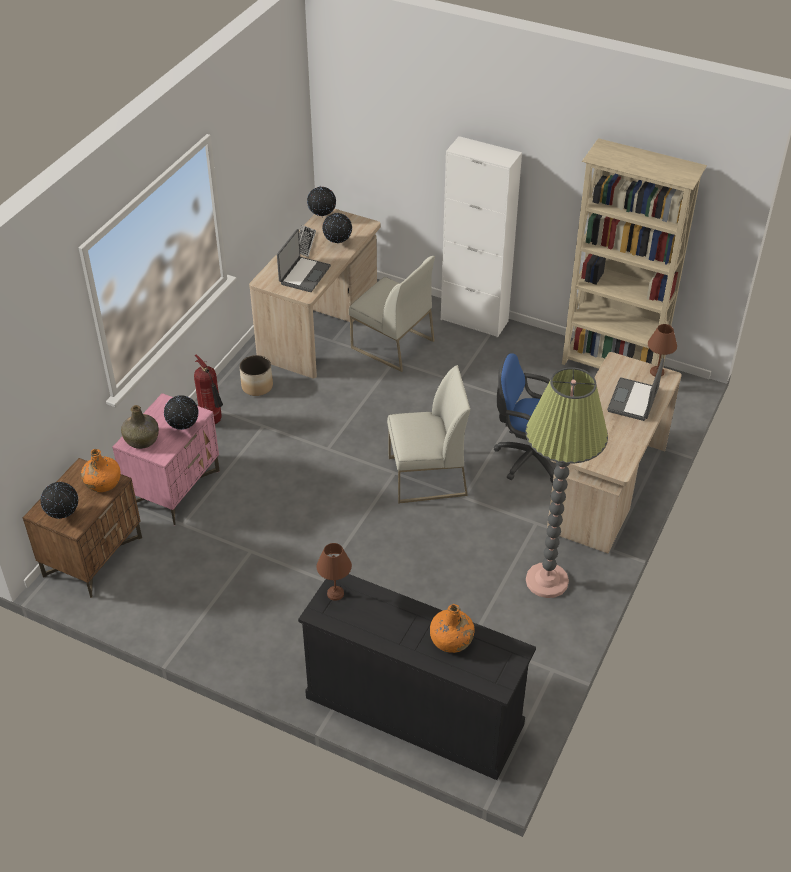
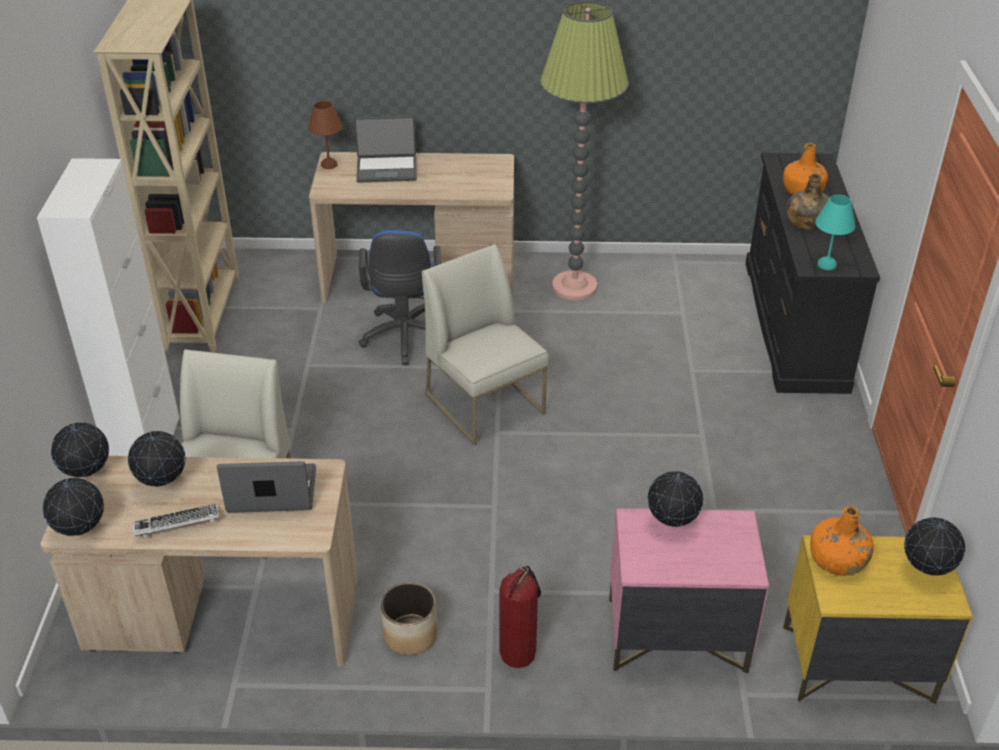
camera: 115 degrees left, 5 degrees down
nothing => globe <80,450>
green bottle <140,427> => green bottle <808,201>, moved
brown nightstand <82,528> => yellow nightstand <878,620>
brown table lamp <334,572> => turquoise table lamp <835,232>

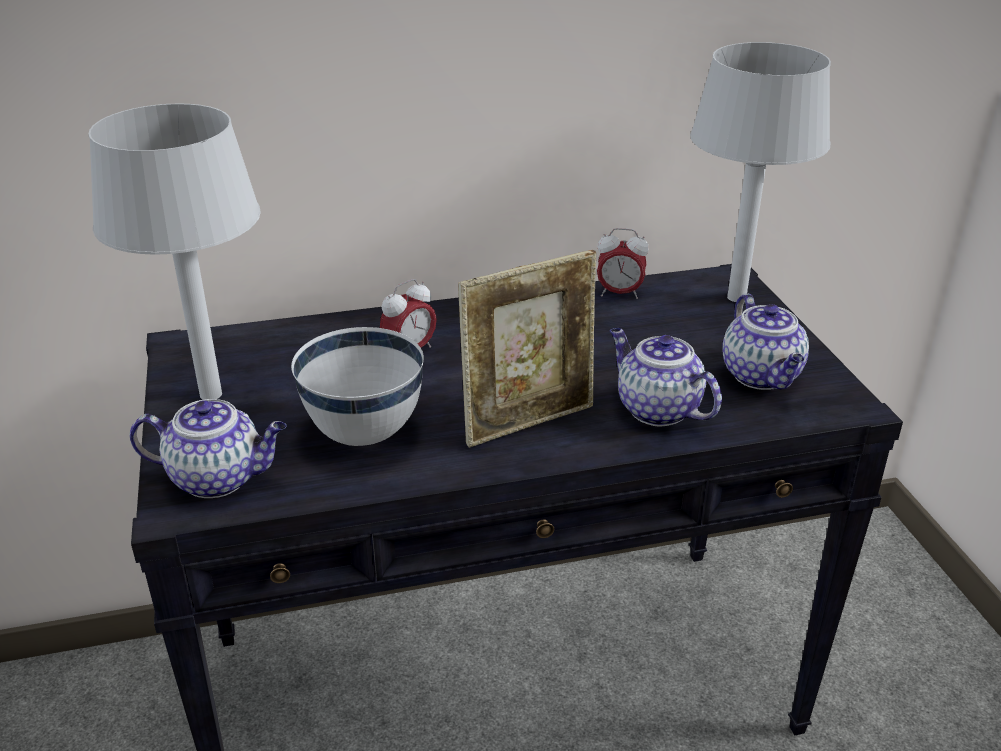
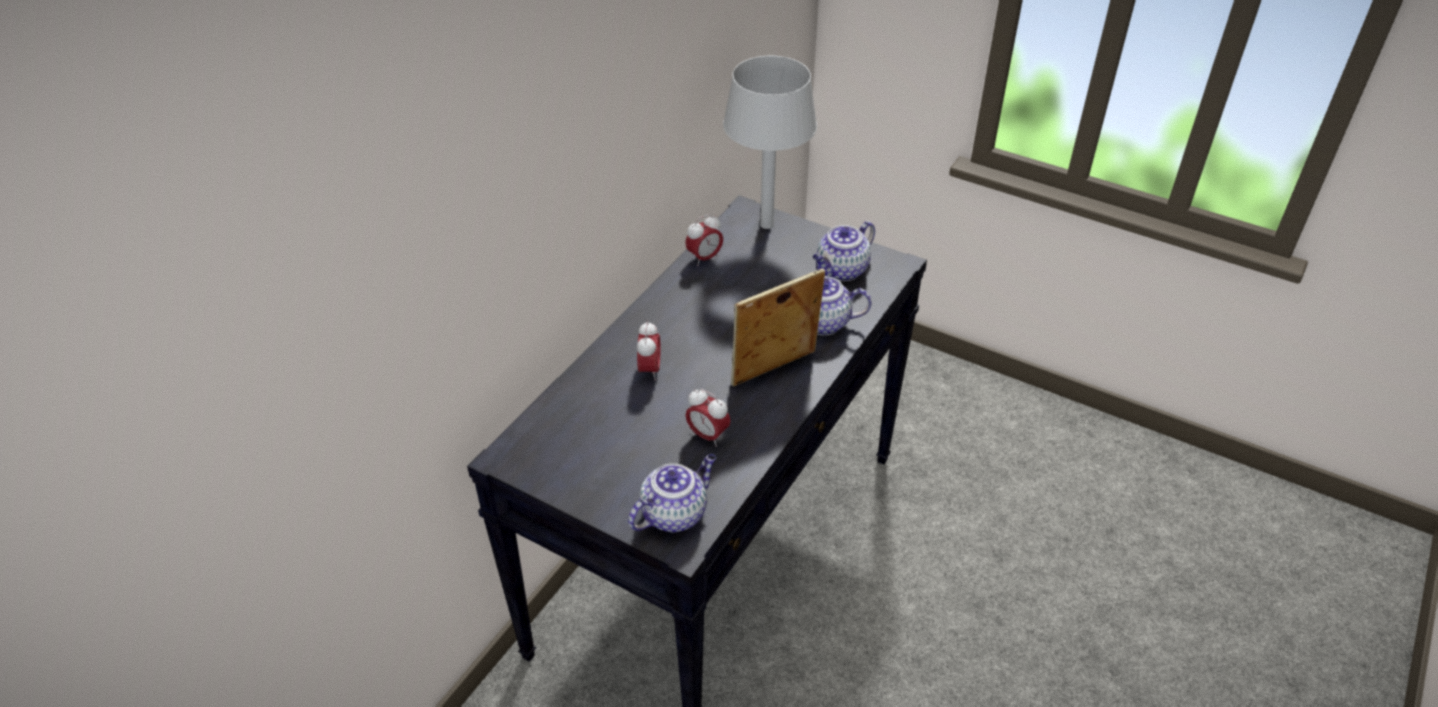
camera: 45 degrees left, 10 degrees up
grey table lamp <175,252> => nothing
white bowl <357,386> => alarm clock <708,418>
picture frame <527,349> => picture frame <778,327>, 135 degrees counterclockwise
teapot <765,342> => teapot <844,251>, 105 degrees clockwise

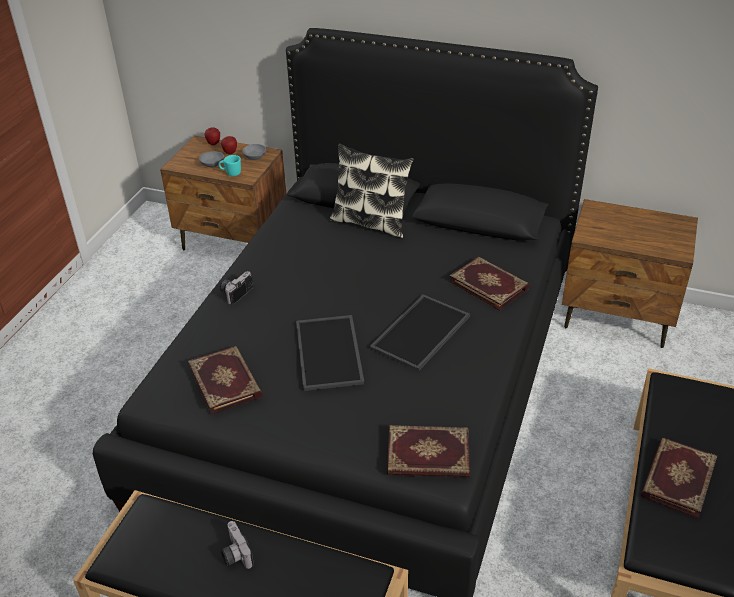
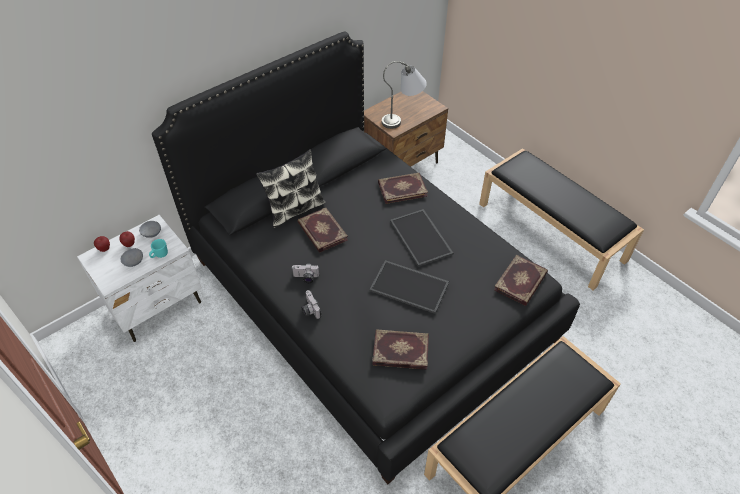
camera: 60 degrees left, 10 degrees up
nothing => grey table lamp <404,95>
photo camera <237,545> => photo camera <305,273>, moved
book <679,477> => book <322,230>, moved
brown nightstand <223,193> => white nightstand <139,278>

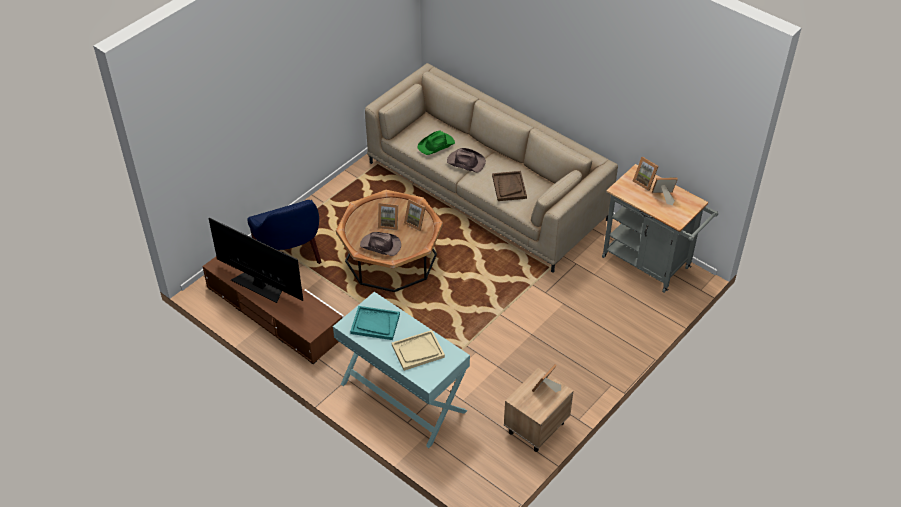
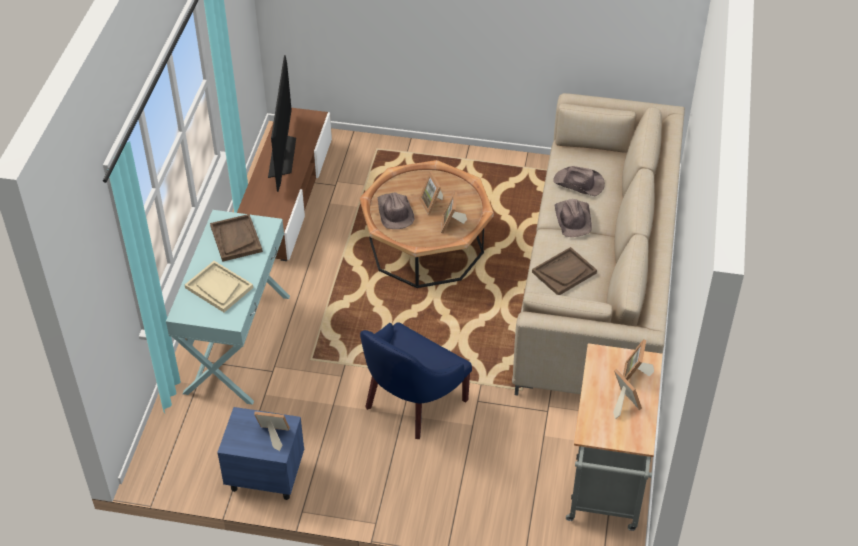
camera: 60 degrees right, 0 degrees up
blue armchair <284,232> => blue armchair <416,380>, moved
turquoise tray <375,323> => brown tray <236,238>
green hat <436,142> => brown hat <579,181>
beige nightstand <538,410> => blue nightstand <260,453>

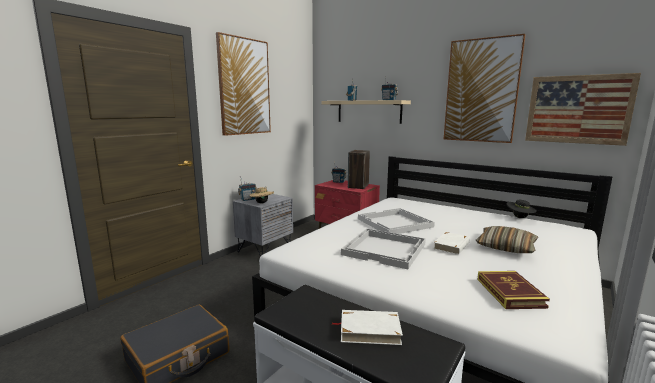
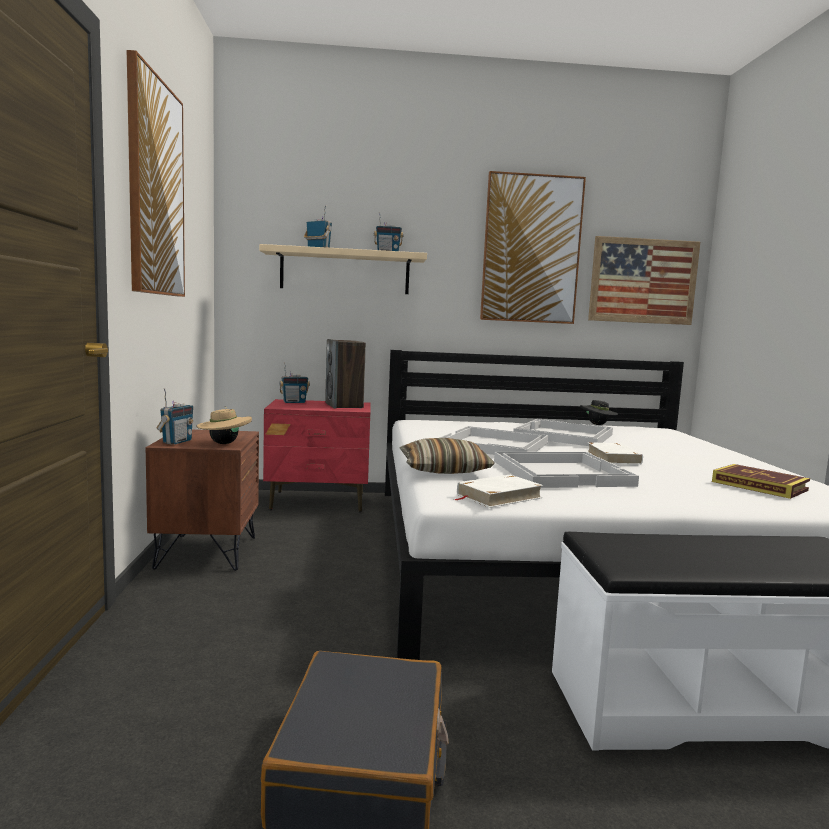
camera: 40 degrees left, 5 degrees down
nothing => white tray <563,432>
white book <367,327> => white book <498,491>, moved
pillow <507,239> => pillow <446,456>, moved
grey nightstand <263,225> => brown nightstand <202,500>

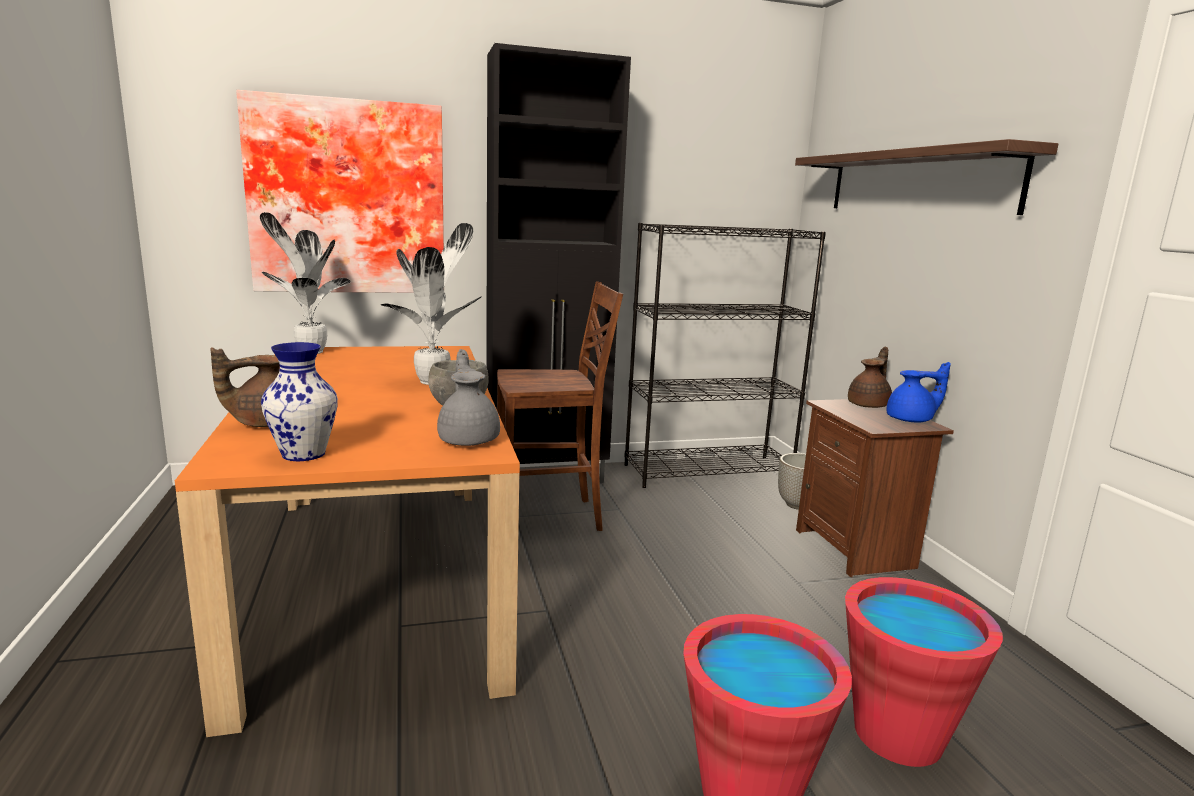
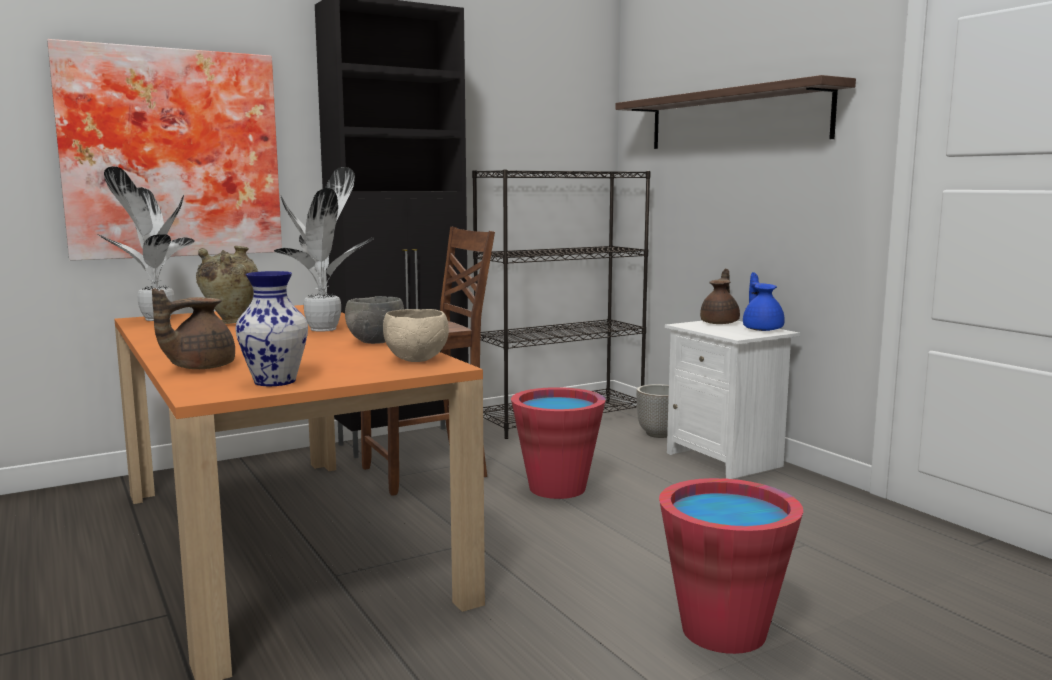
camera: 15 degrees left, 5 degrees down
nothing => beige vase <227,285>
red bucket <924,672> => red bucket <558,443>, moved
grey teapot <468,397> => beige bowl <416,335>
brown nightstand <875,488> => white nightstand <732,400>
blue teapot <919,392> => blue teapot <764,301>, 75 degrees counterclockwise

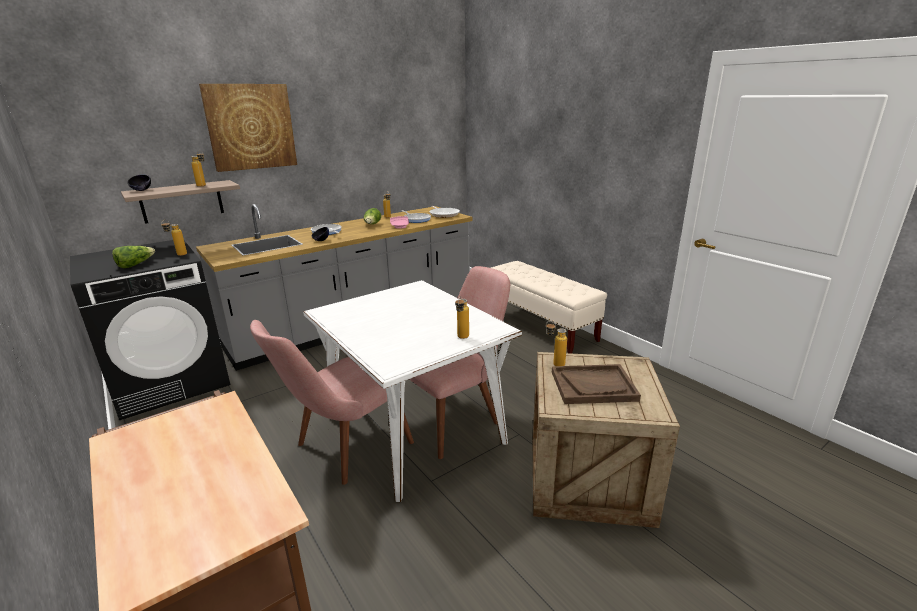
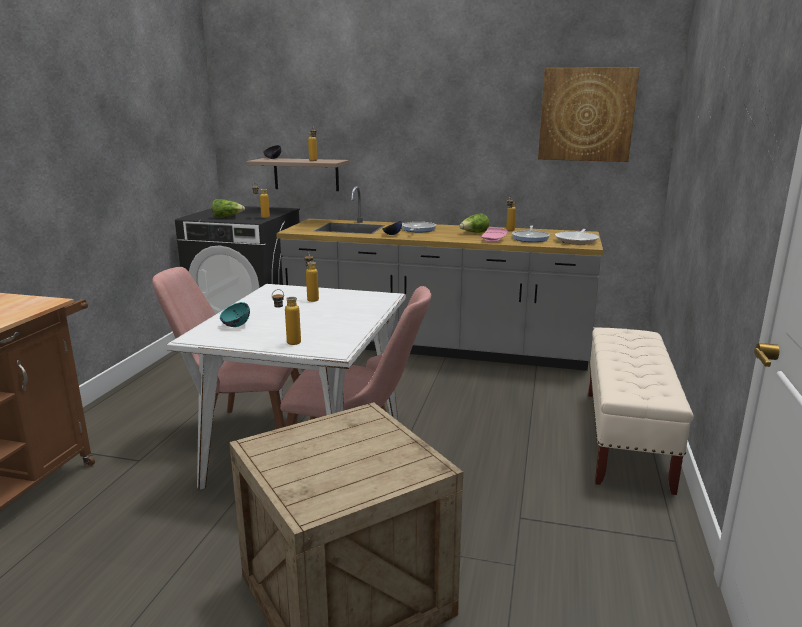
camera: 50 degrees right, 5 degrees down
brown tray <596,384> => nothing
nothing => turquoise bowl <235,314>
picture <248,128> => picture <589,114>, moved
bottle <556,343> => bottle <311,278>, moved

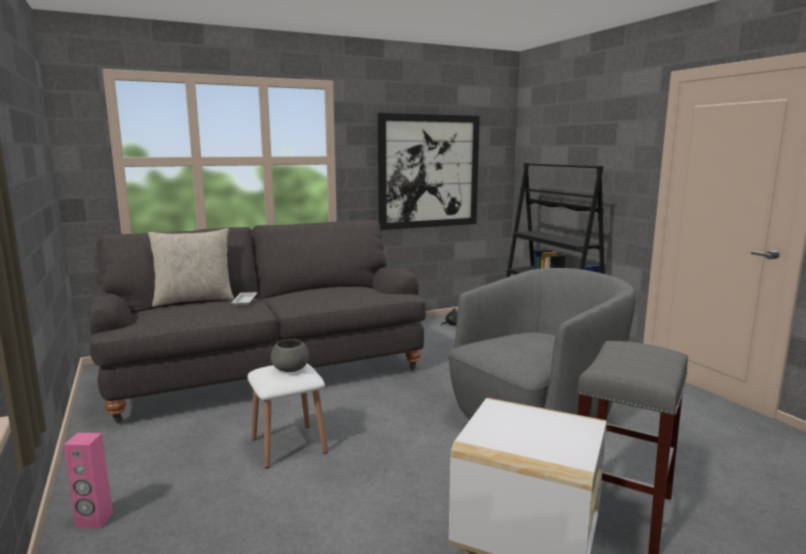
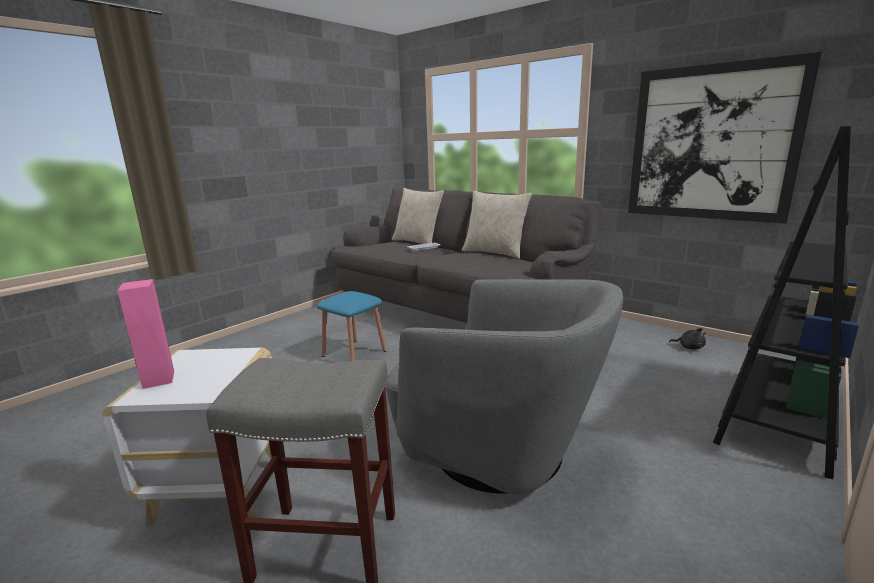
camera: 65 degrees right, 5 degrees up
grey bowl <290,355> => nothing
nothing => beige pillow <497,225>
pink speaker <88,480> => pink speaker <145,334>, moved
white stool <287,415> => blue stool <351,326>

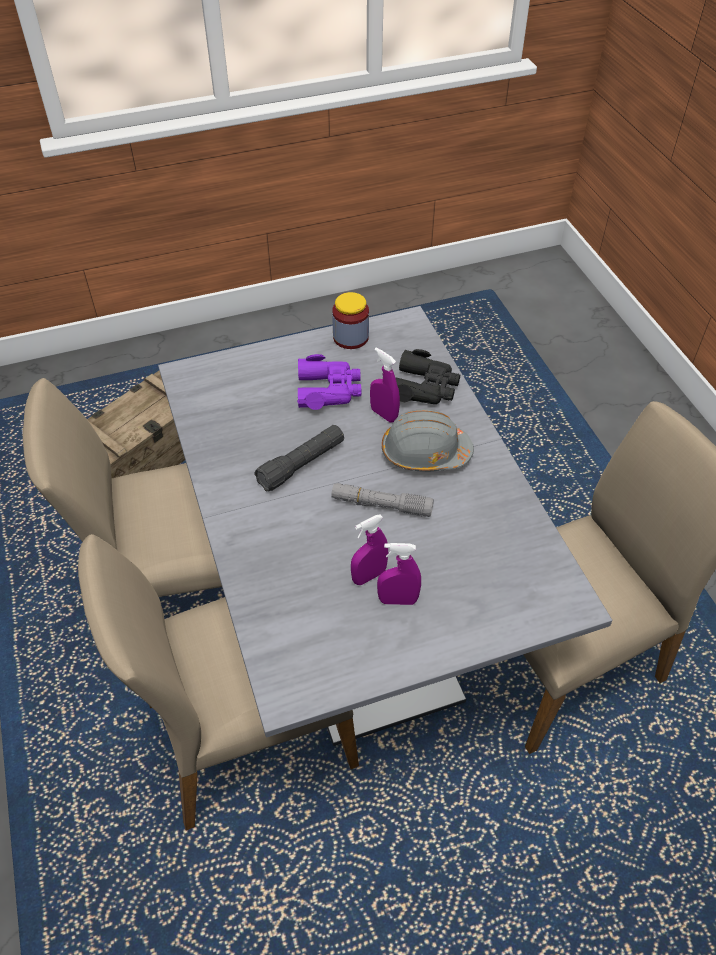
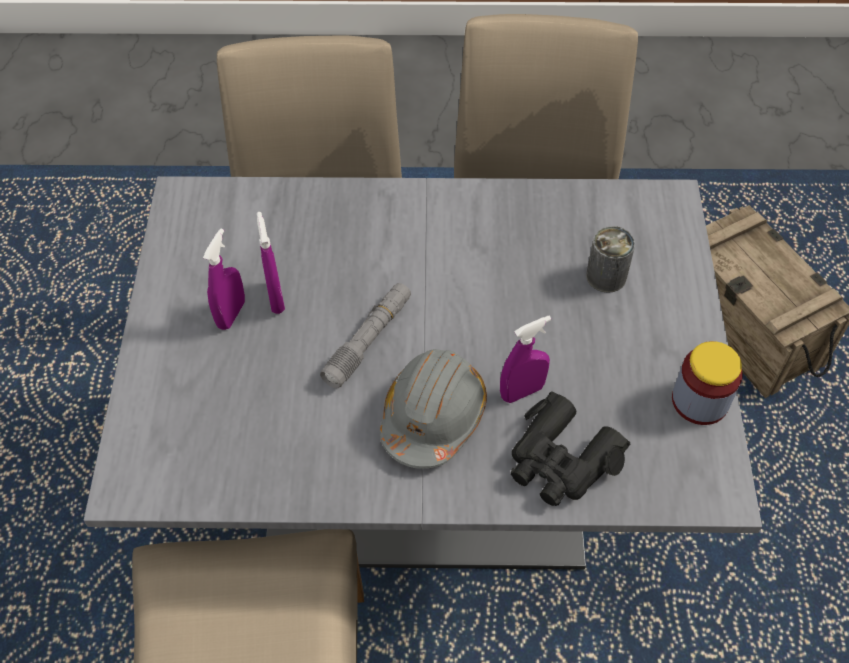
camera: 110 degrees right, 5 degrees up
black flashlight <299,458> => nothing
purple binoculars <329,382> => nothing
nothing => can <610,259>

